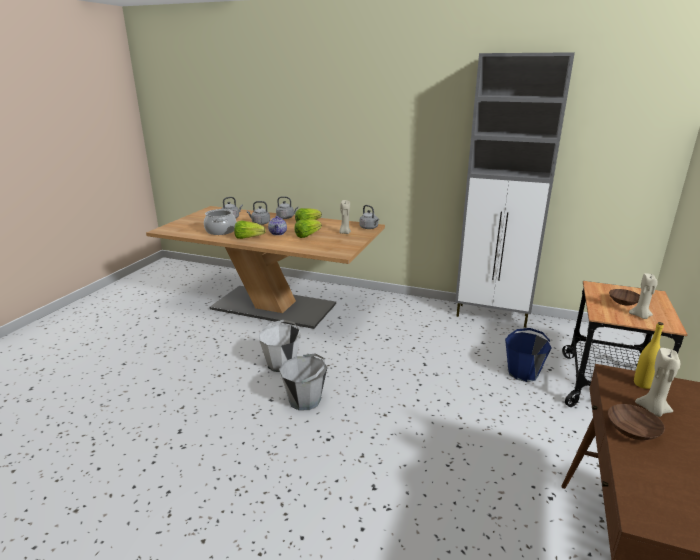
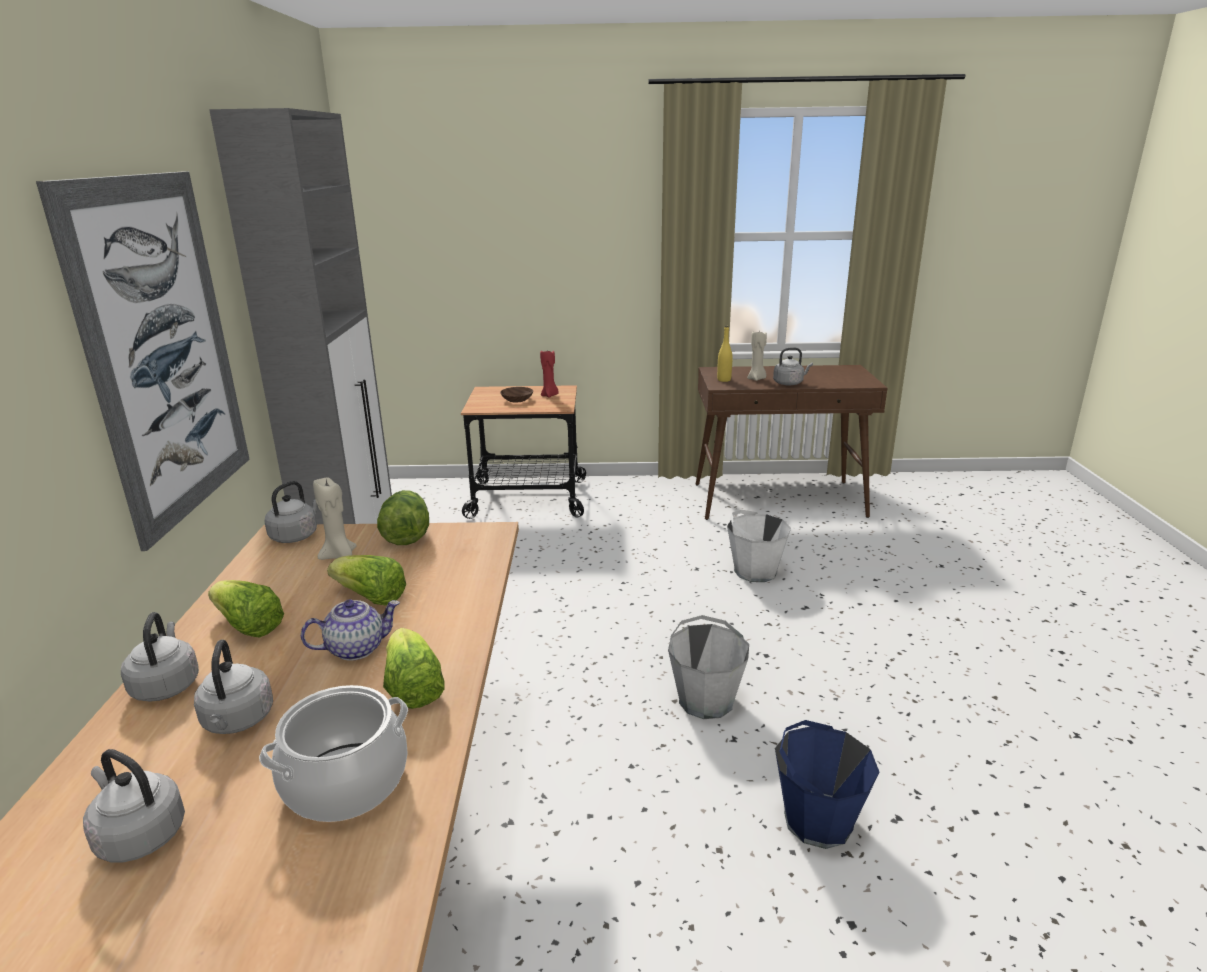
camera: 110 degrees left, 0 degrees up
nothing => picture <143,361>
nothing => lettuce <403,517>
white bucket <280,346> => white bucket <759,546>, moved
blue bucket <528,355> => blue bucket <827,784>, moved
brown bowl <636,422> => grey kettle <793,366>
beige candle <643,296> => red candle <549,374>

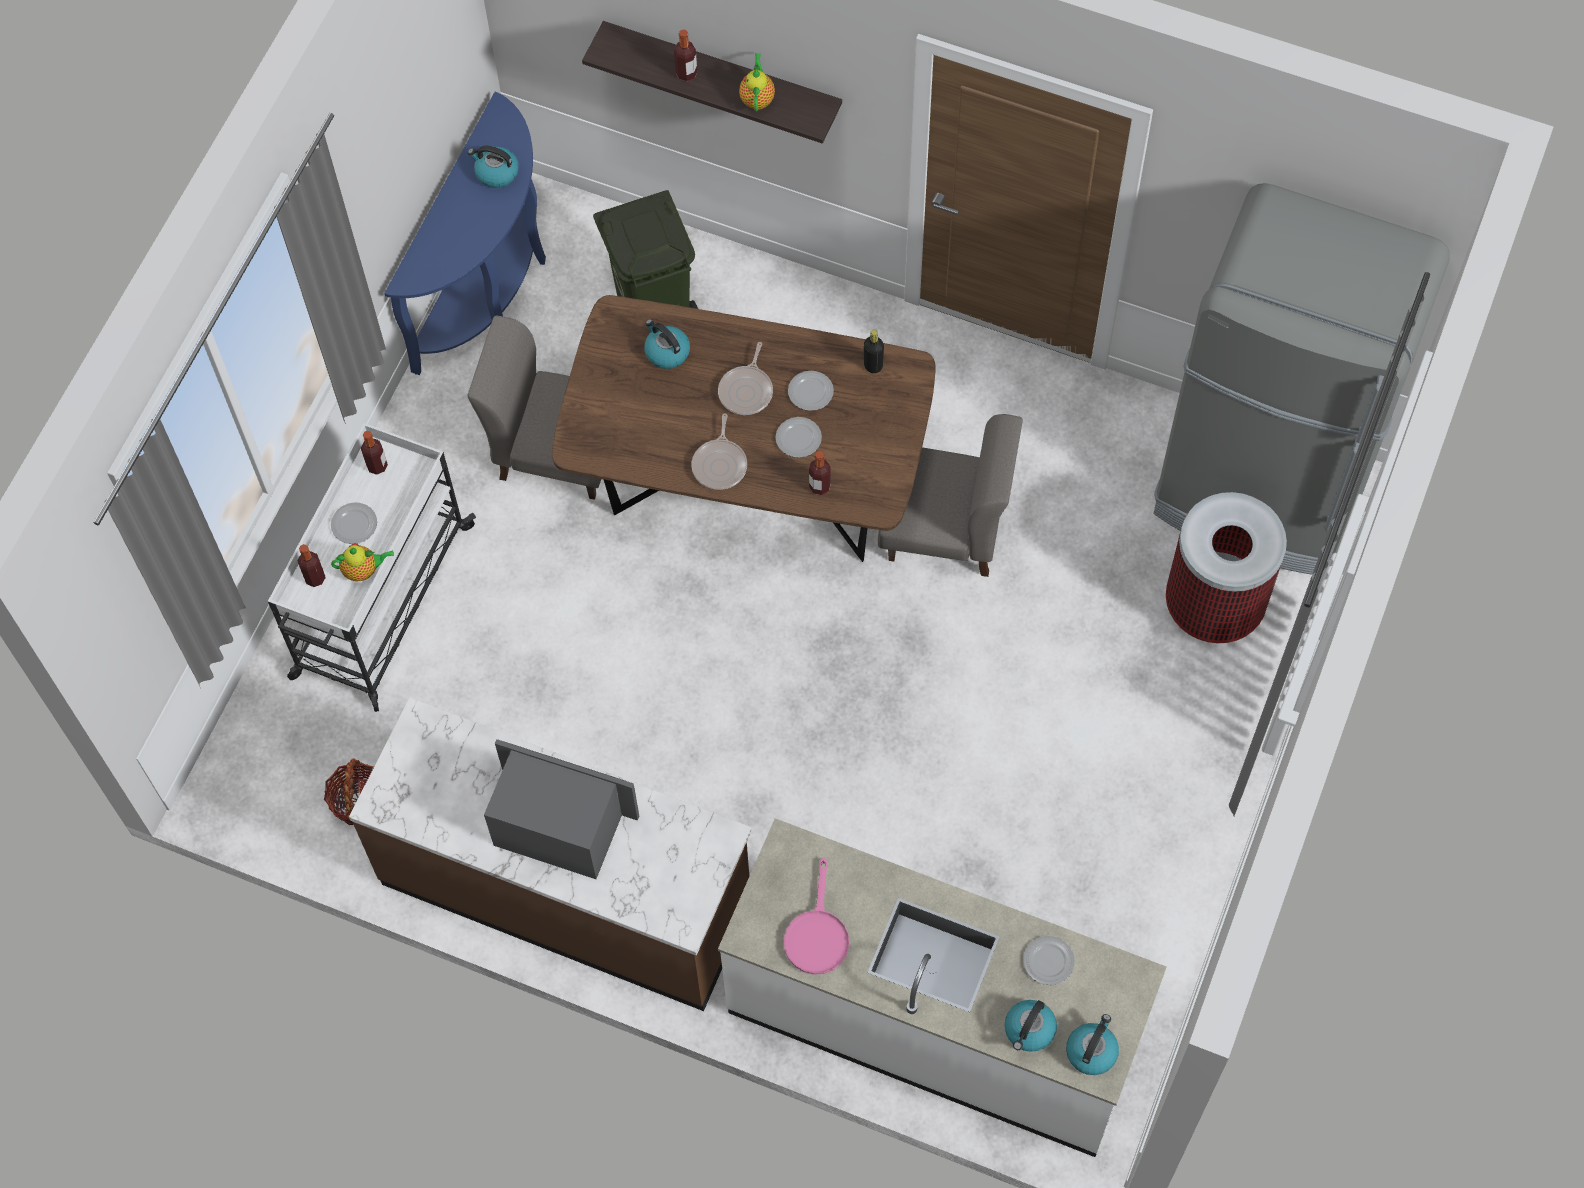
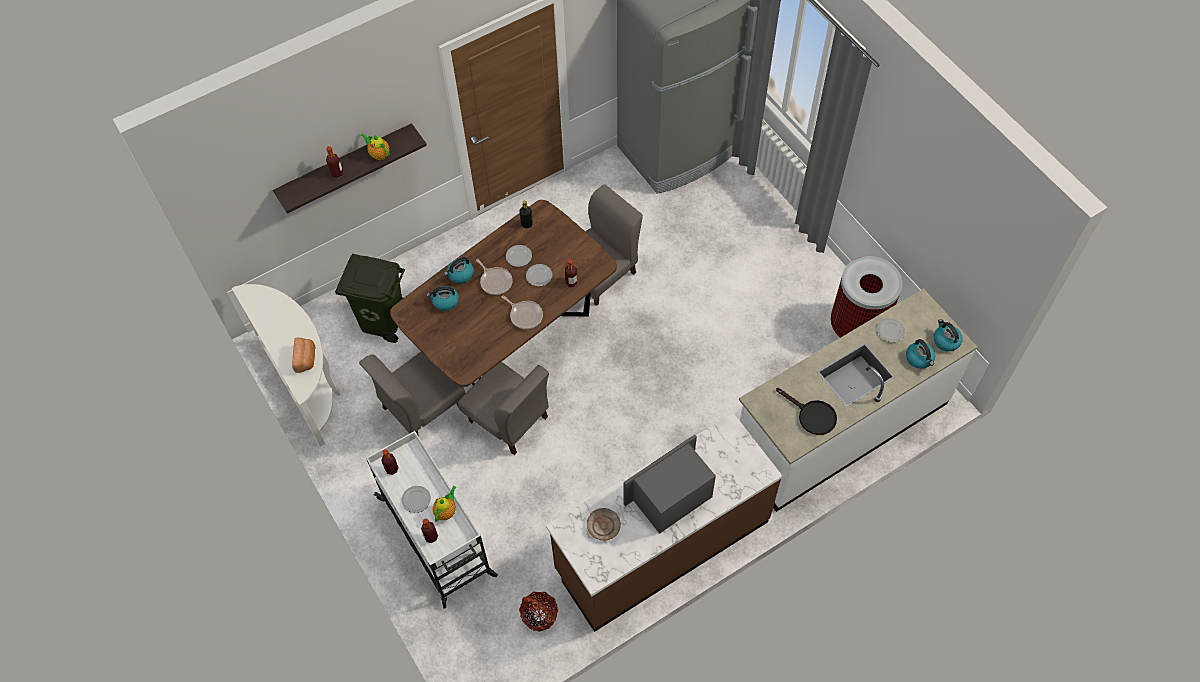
camera: 55 degrees left, 5 degrees down
nothing => bread <303,355>
nothing => grey chair <503,408>
nothing => beige plate <604,524>
kettle <493,167> => kettle <459,270>, moved
trash can <1226,567> => trash can <867,297>, moved
blue console table <465,233> => white console table <286,365>
pink frying pan <816,916> => black frying pan <806,411>

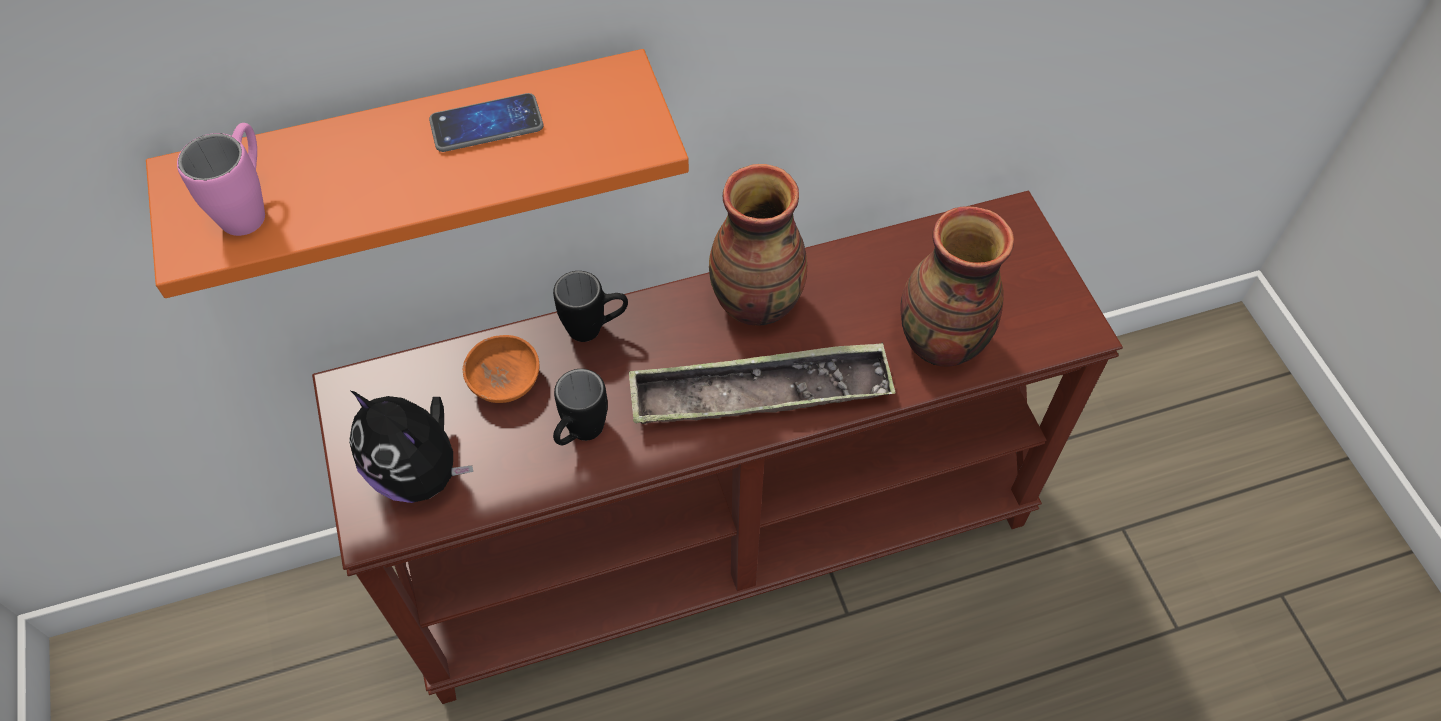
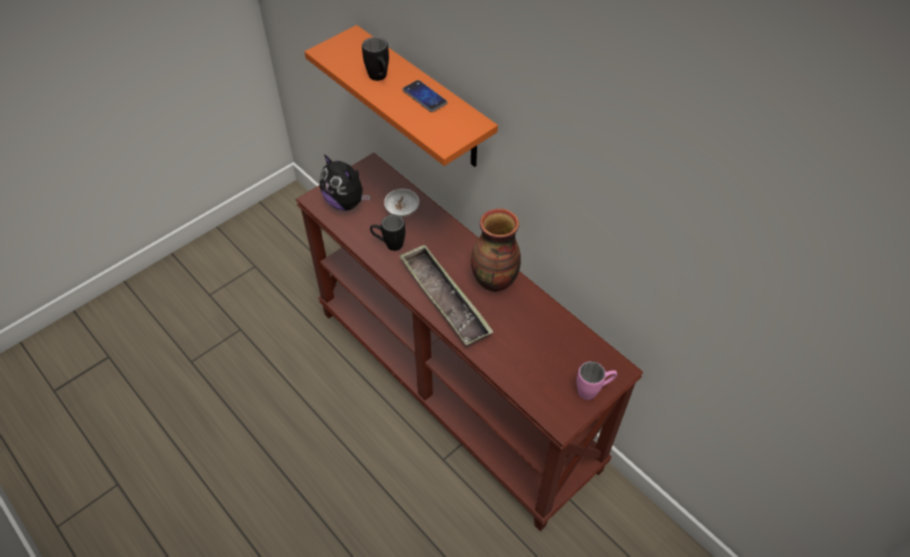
camera: 65 degrees right, 5 degrees down
vase <957,286> => nothing
pink mug <221,179> => pink mug <596,380>, moved
black mug <590,306> => black mug <375,59>, moved
orange bowl <501,369> => white bowl <401,203>
plush toy <411,447> => plush toy <345,182>, 60 degrees counterclockwise

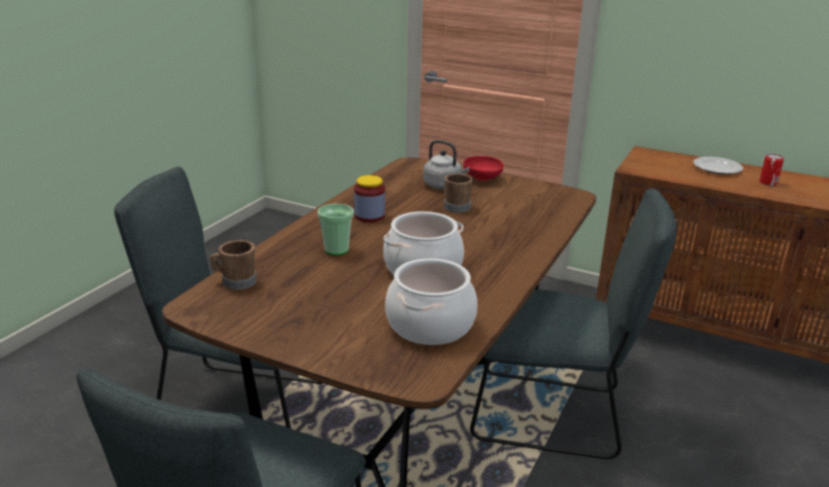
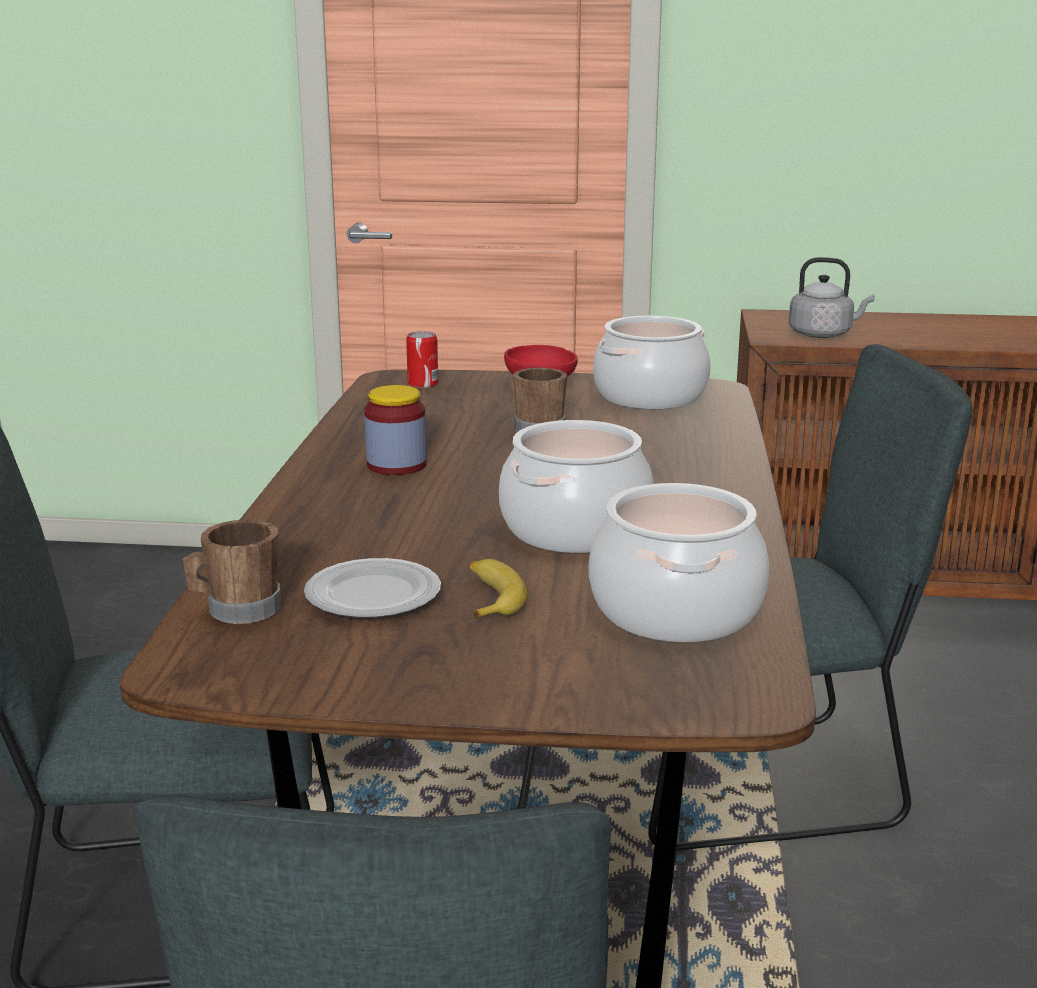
camera: 20 degrees left, 5 degrees down
cup <336,229> => nothing
nothing => banana <499,589>
nothing => cooking pot <652,362>
grey kettle <446,164> => grey kettle <832,297>, moved
plate <718,165> => plate <372,588>, moved
can <771,170> => can <422,359>, moved

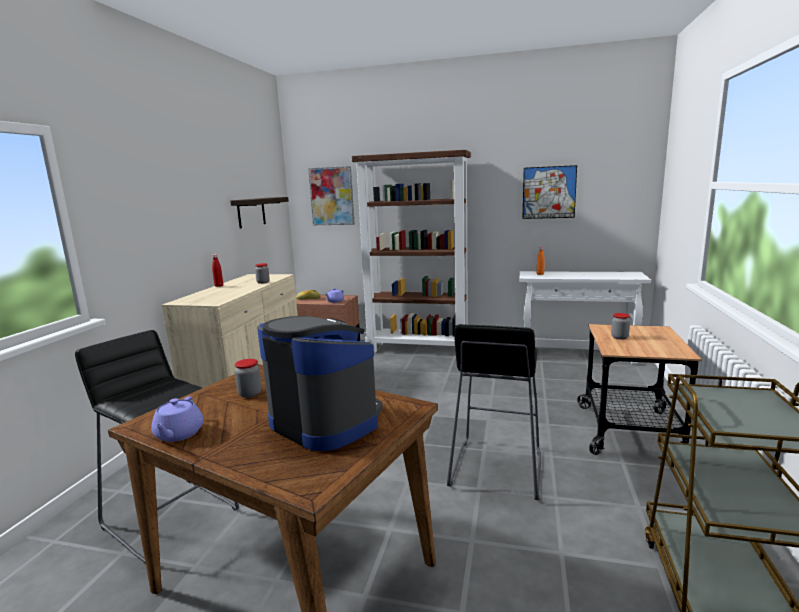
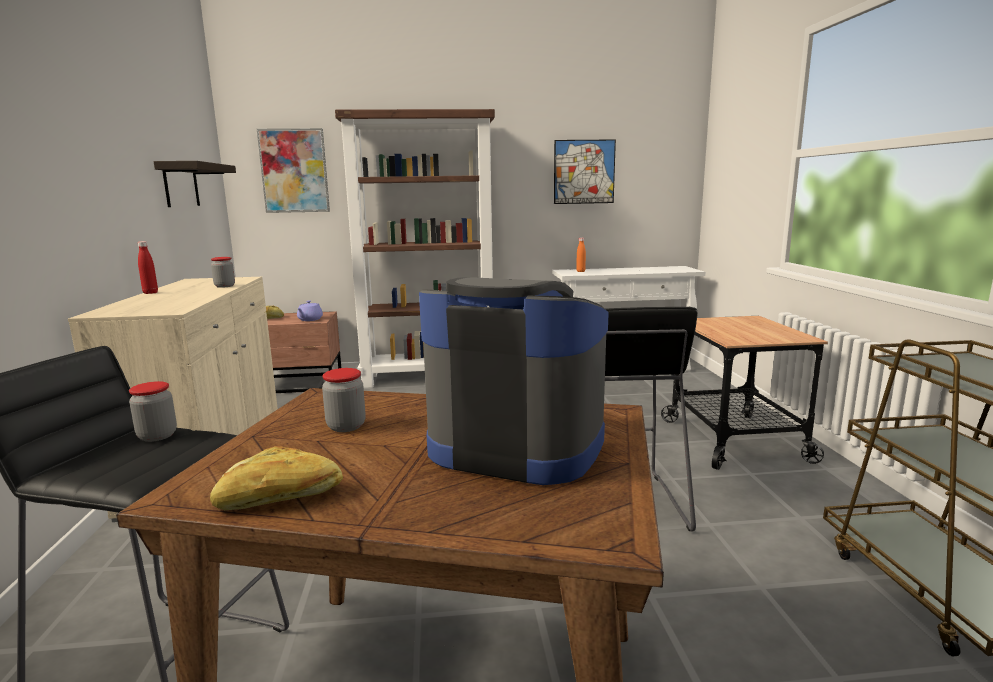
camera: 20 degrees left, 0 degrees up
jar <620,326> => jar <153,411>, moved
purple teapot <177,419> => bread <276,478>

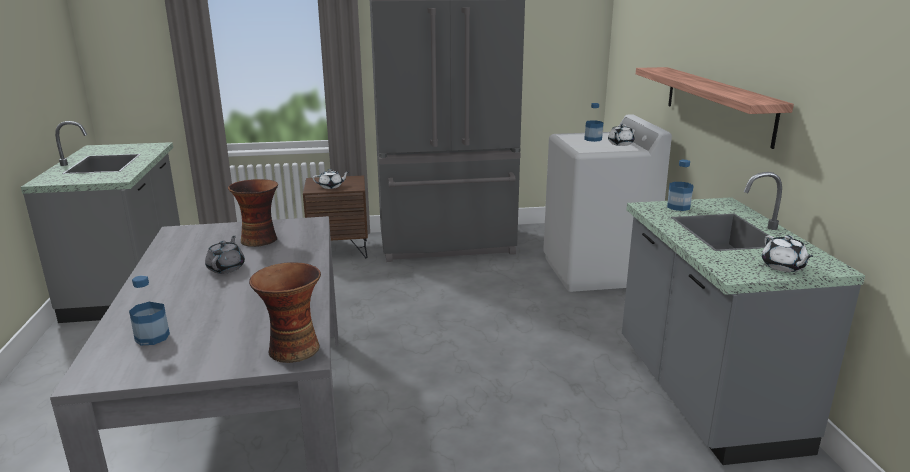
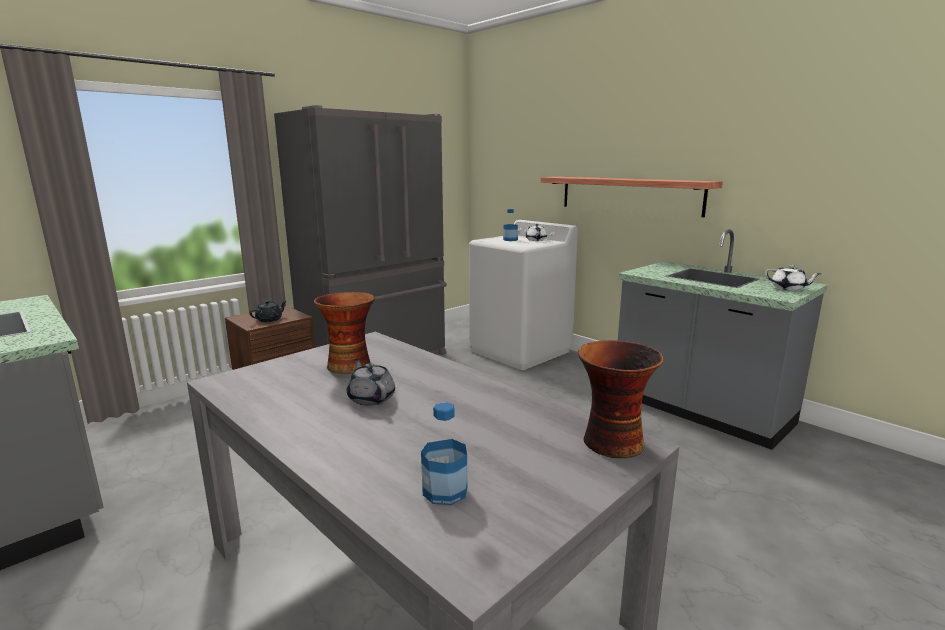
camera: 35 degrees left, 5 degrees down
bottle <680,185> => nothing
white teapot <330,179> => black teapot <268,311>

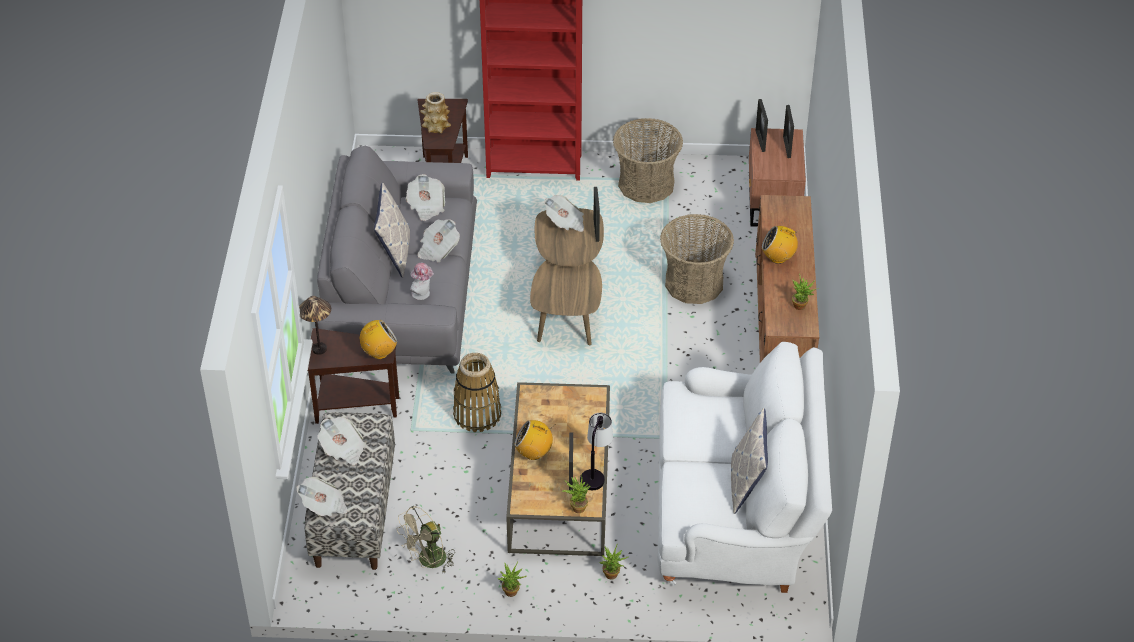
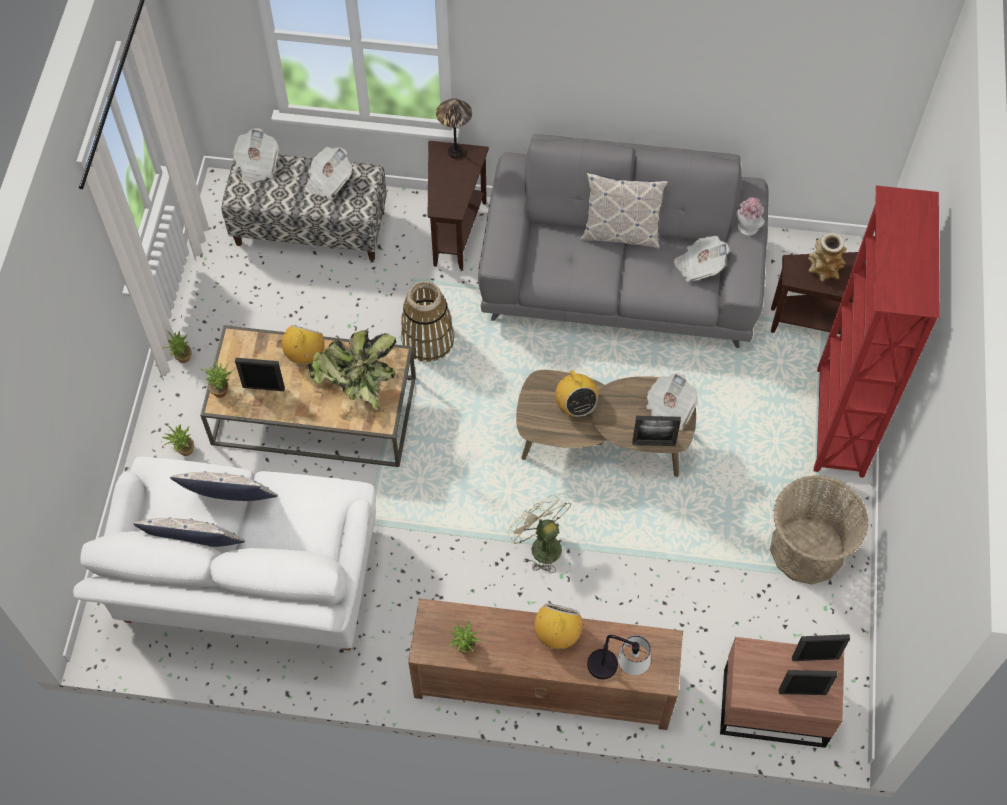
camera: 95 degrees right, 15 degrees up
newspaper <438,240> => nothing
basket <697,259> => nothing
nothing => pillow <224,486>
nothing => potted plant <352,370>
radio <378,339> => radio <576,393>, moved
beige fan <426,539> => beige fan <539,533>, moved
hat <422,281> => hat <750,216>, moved
table lamp <596,451> => table lamp <619,657>, moved

